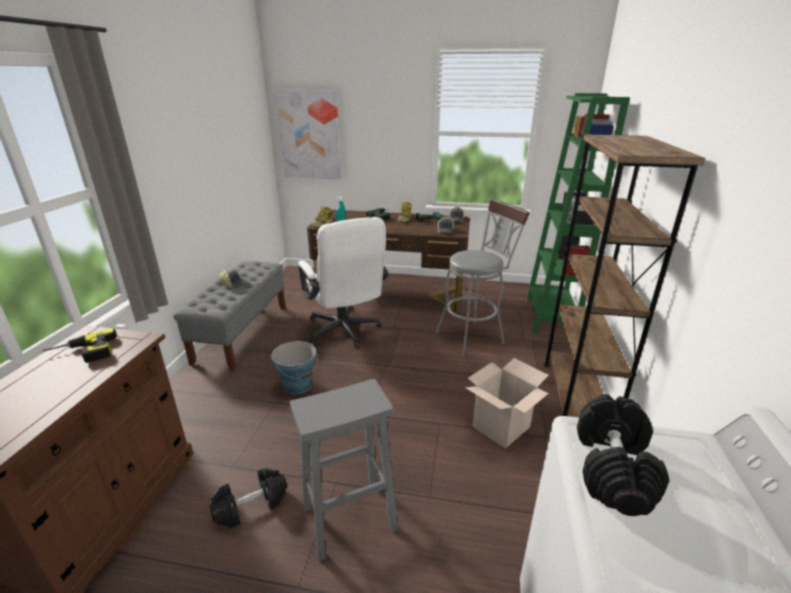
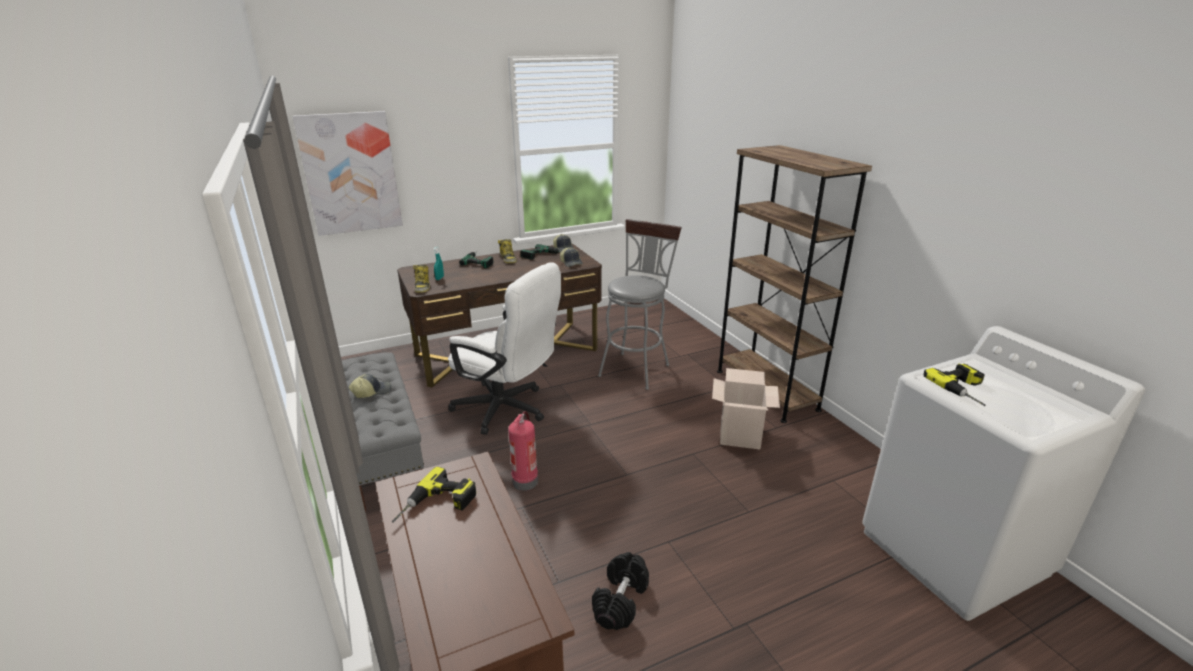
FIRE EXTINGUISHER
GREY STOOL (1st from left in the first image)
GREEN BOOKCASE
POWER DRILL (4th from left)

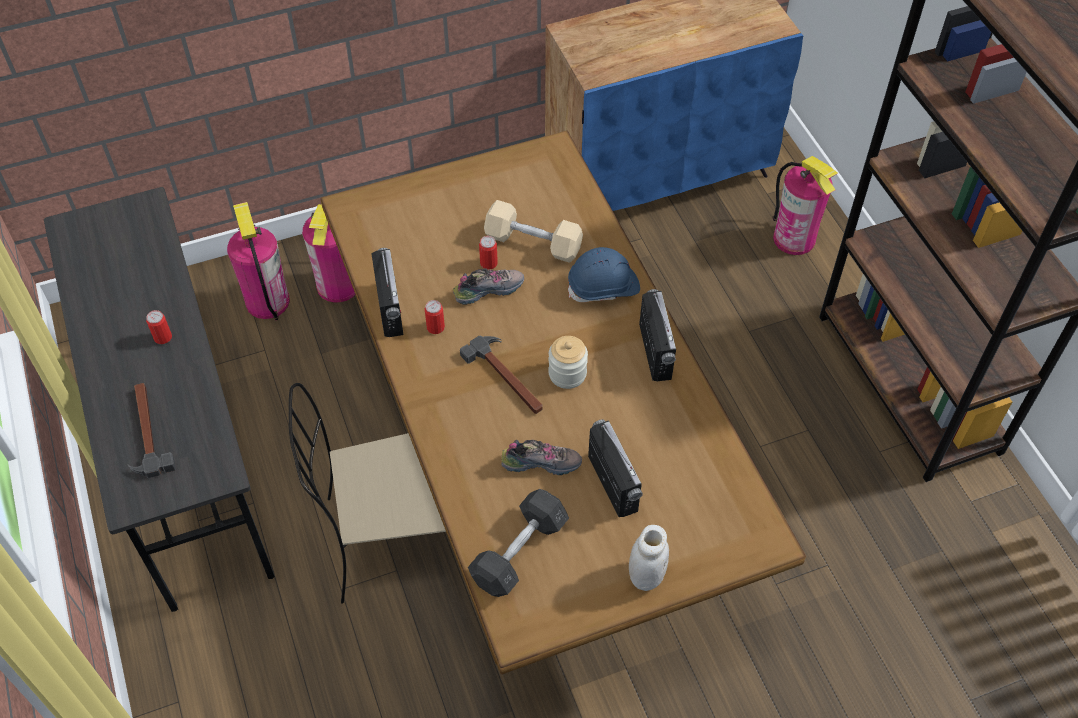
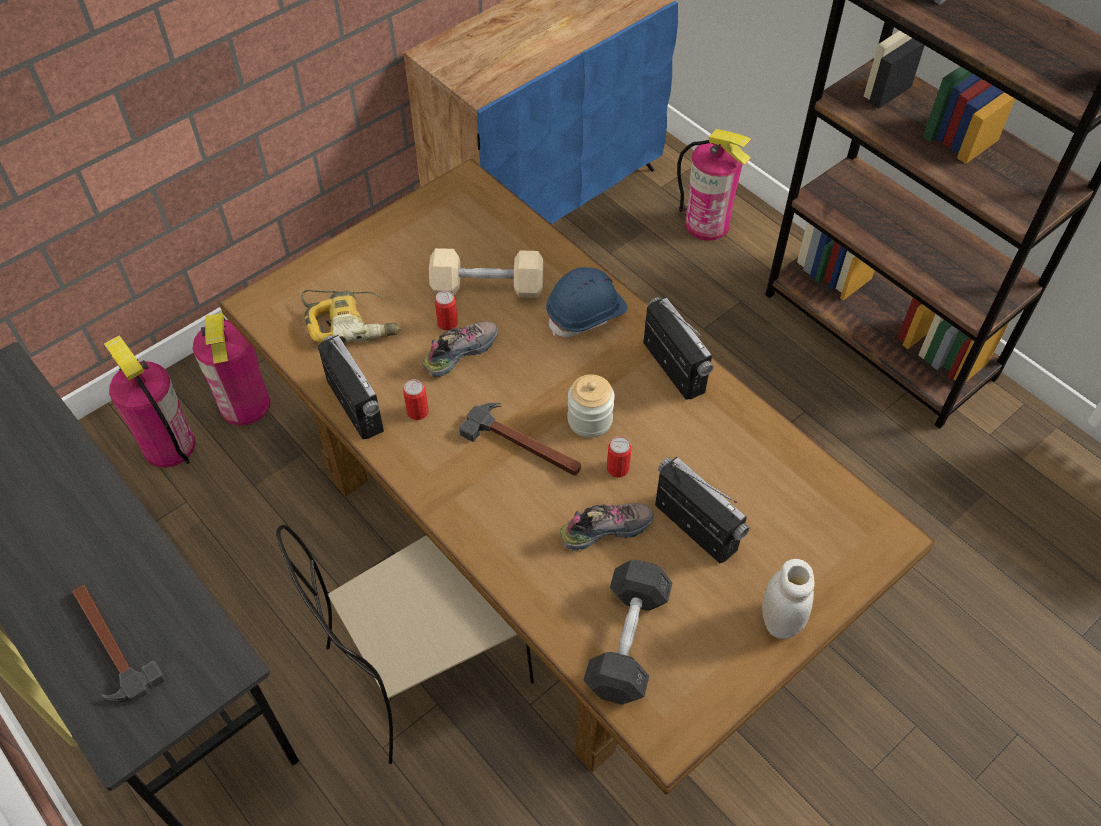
CAN (3rd from left)
POWER DRILL

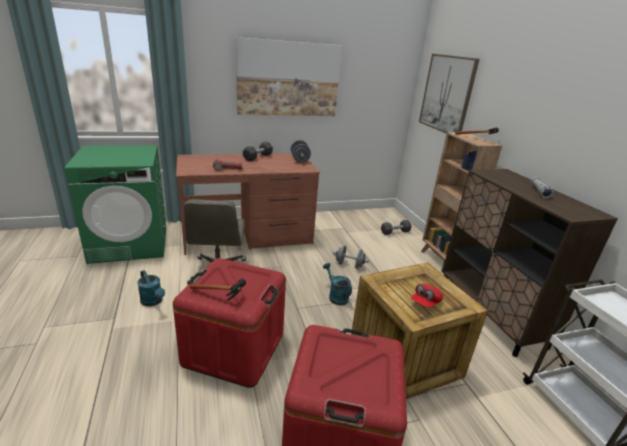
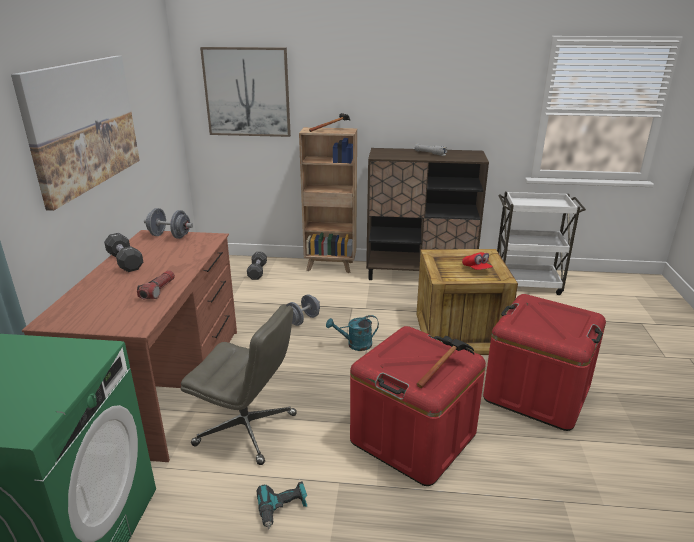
POWER DRILL

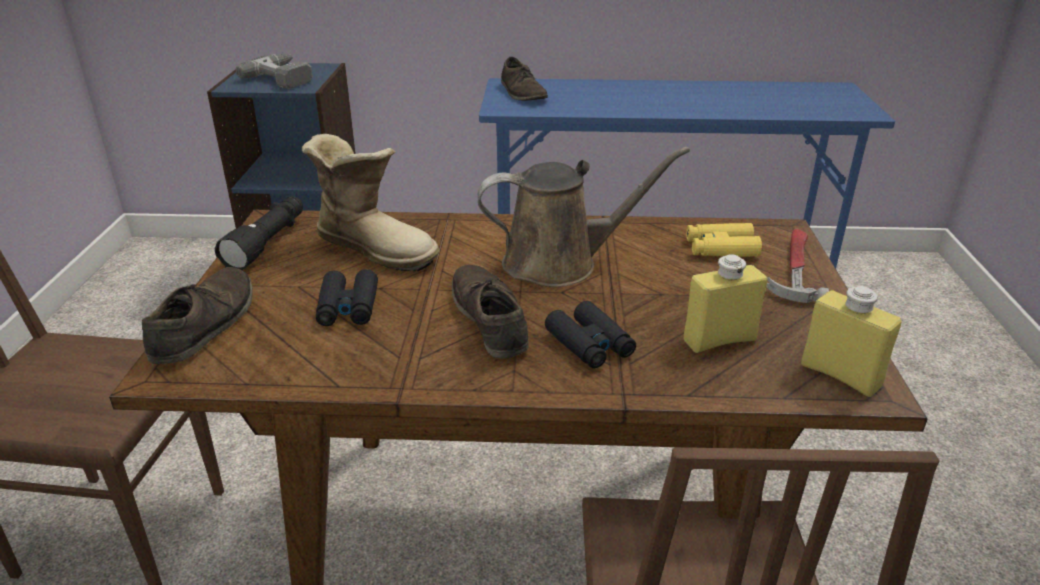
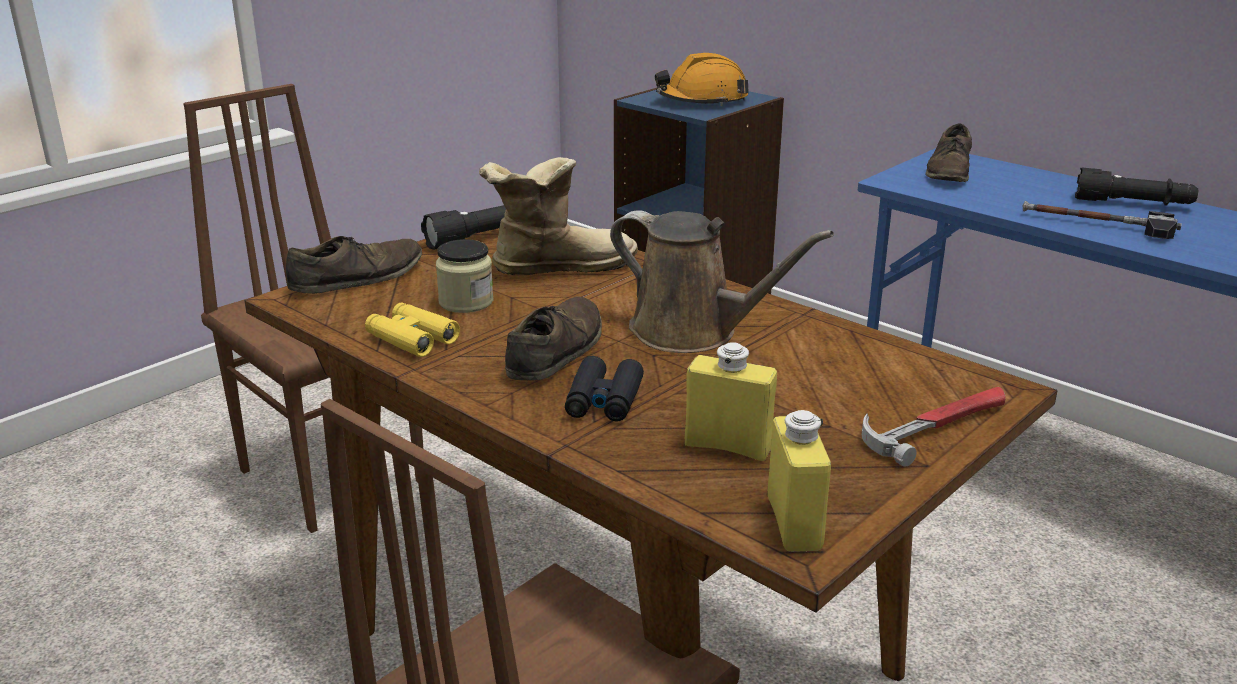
ORANGE HARD HAT
BOOT
JAR
YELLOW BINOCULARS
HAMMER (2nd from left)
BLACK FLASHLIGHT (2nd from left)

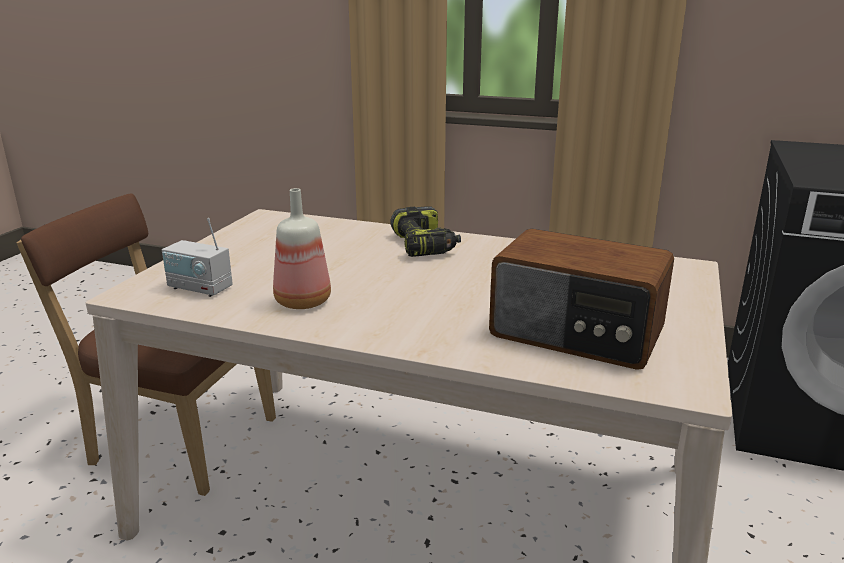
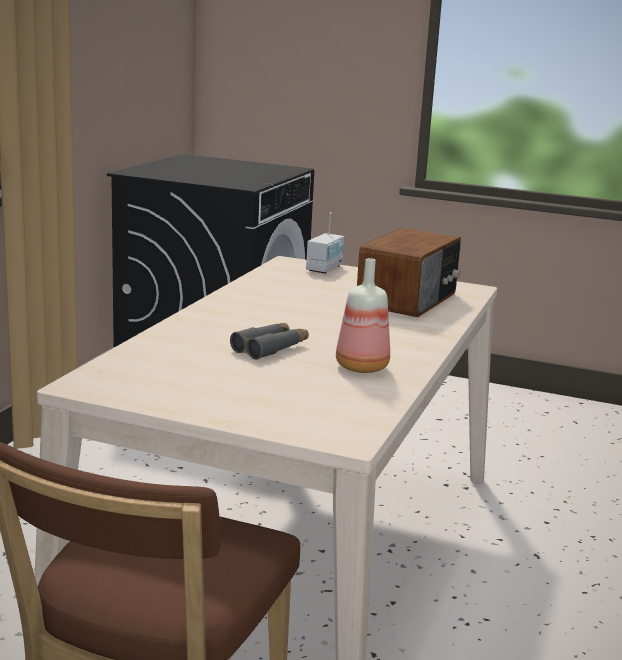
RADIO (1st from left)
POWER DRILL
GREY BINOCULARS

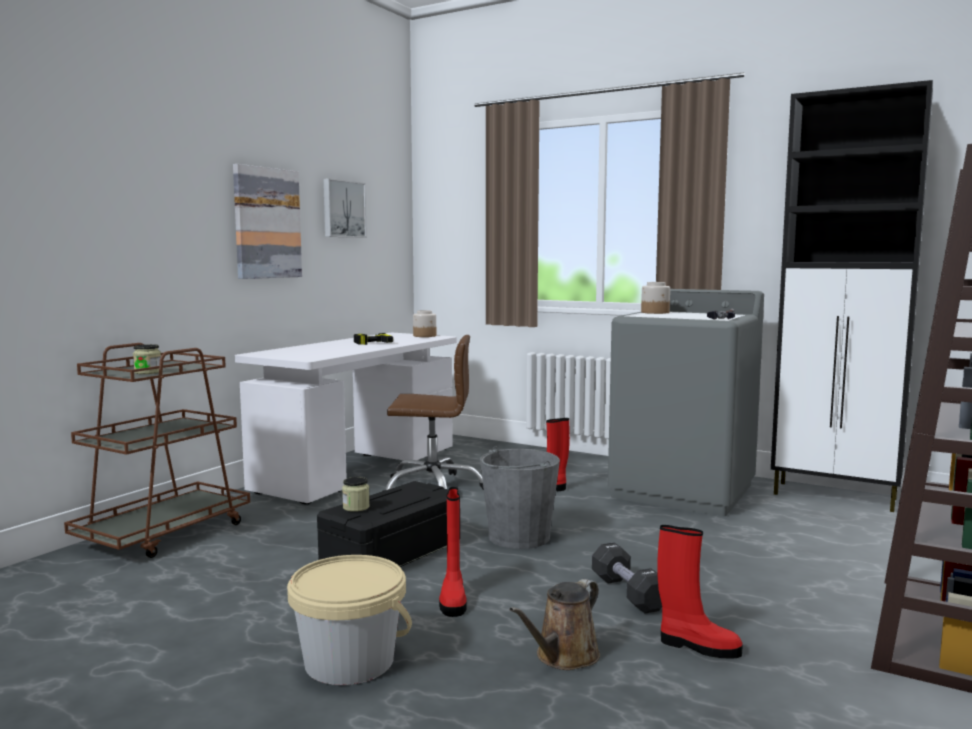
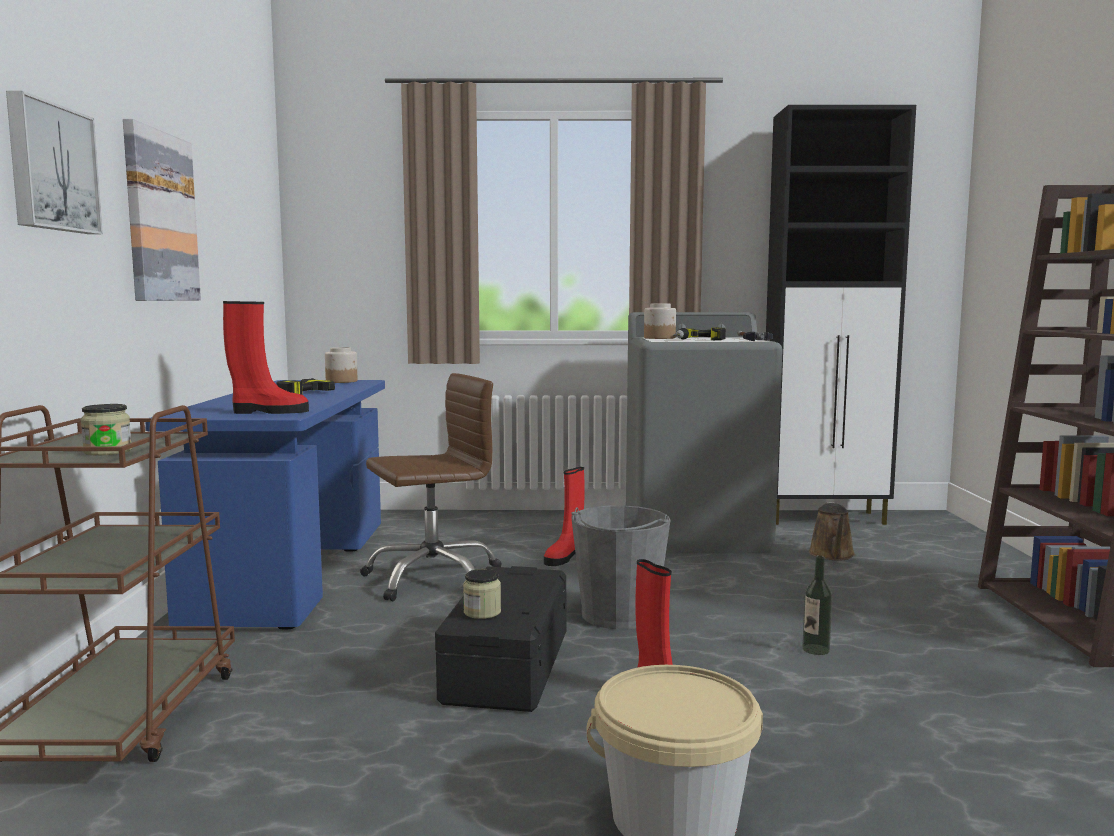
BLUE DESK
PICTURE (1st from left)
BROWN WATERING CAN
BOTTLE
RED BOOT (1st from left)
POWER DRILL (2nd from left)

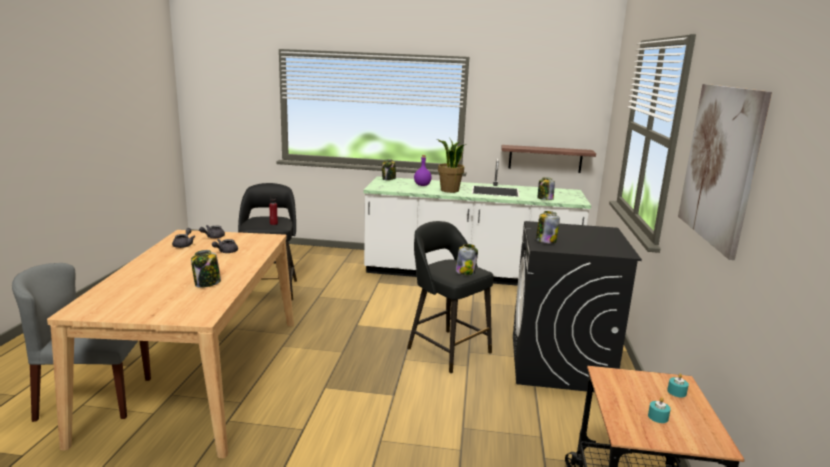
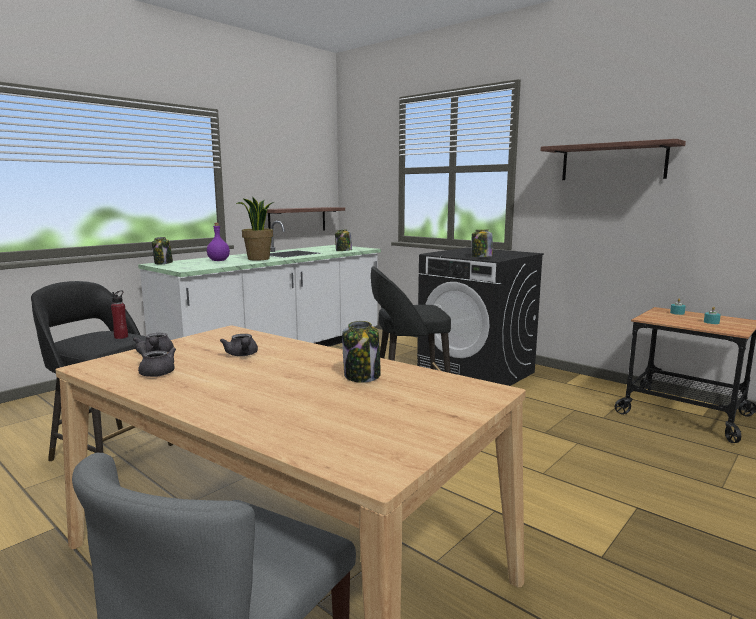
JAR (3rd from left in the first image)
SHELF (2nd from left)

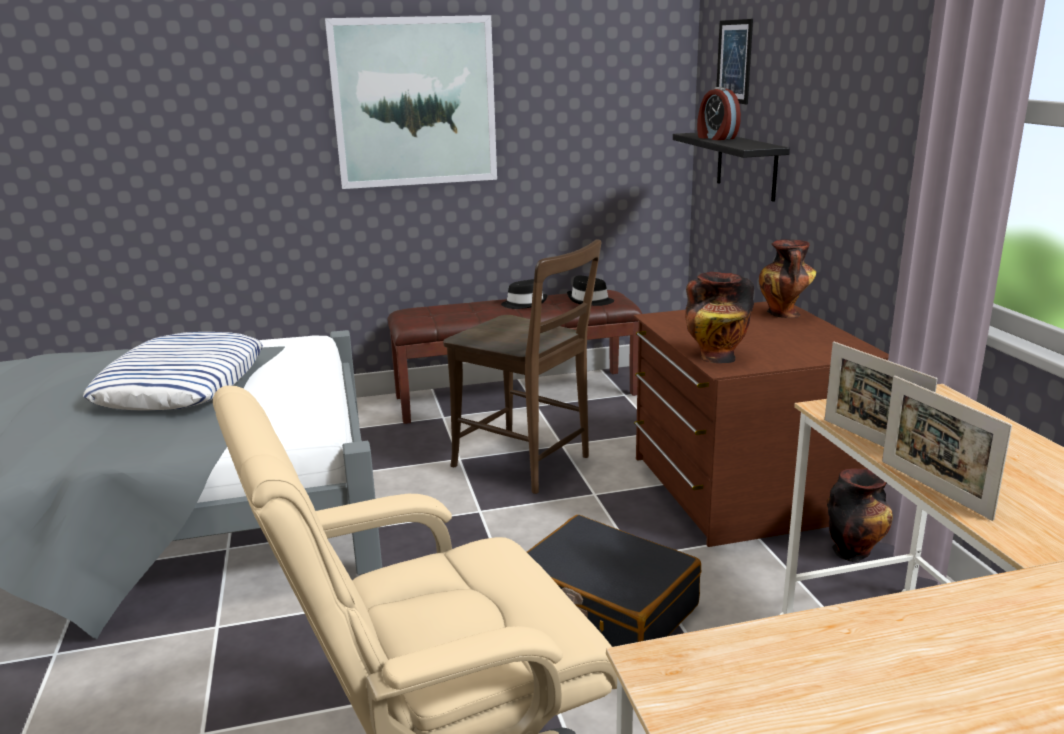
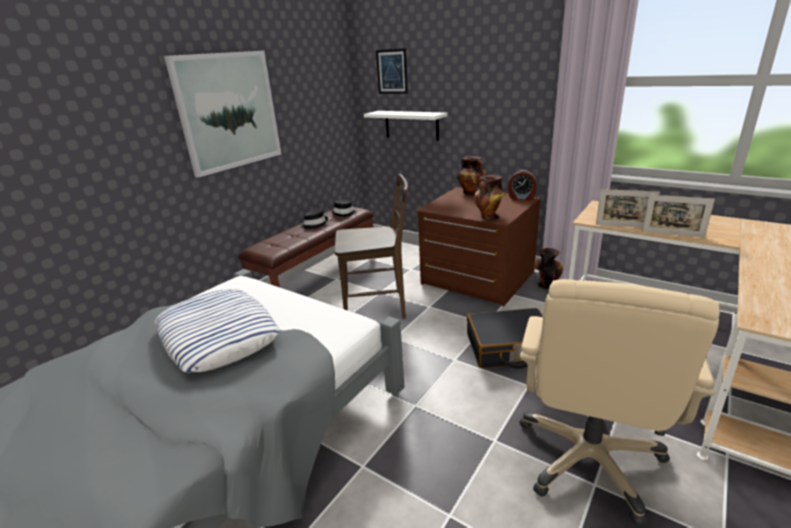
WHITE SHELF
ALARM CLOCK

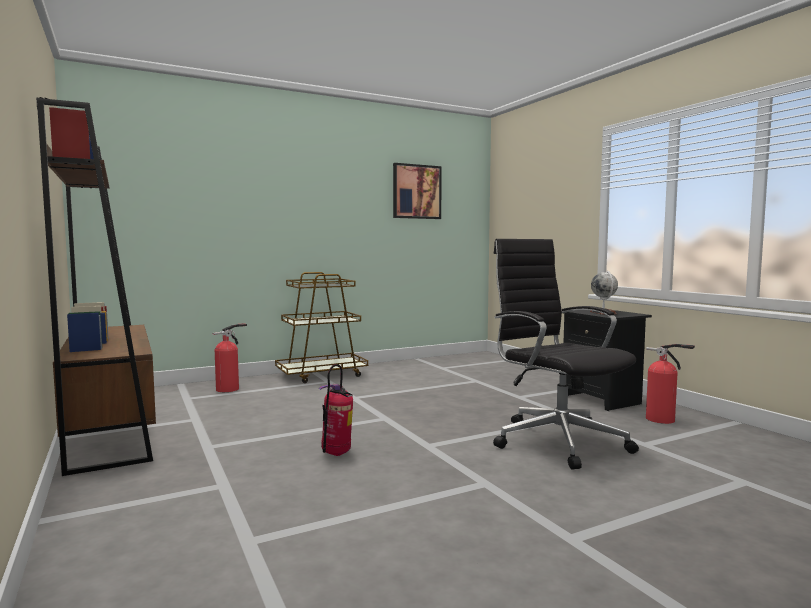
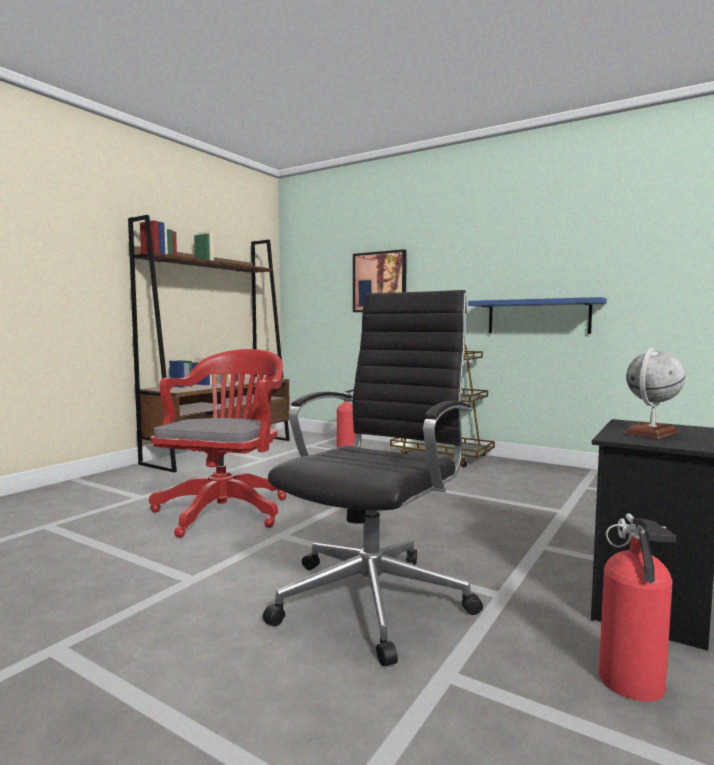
RED OFFICE CHAIR
PICTURE
BLUE SHELF

